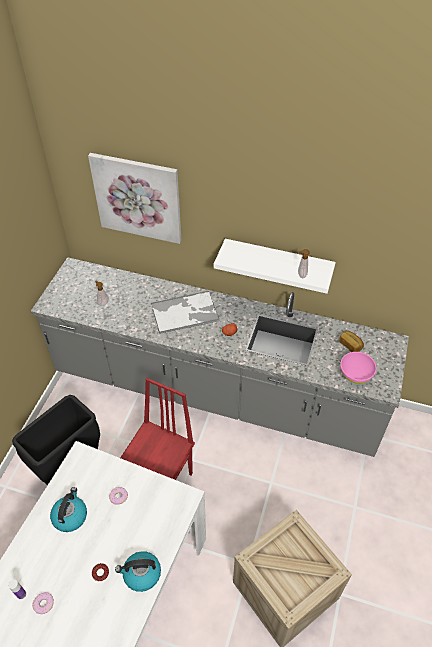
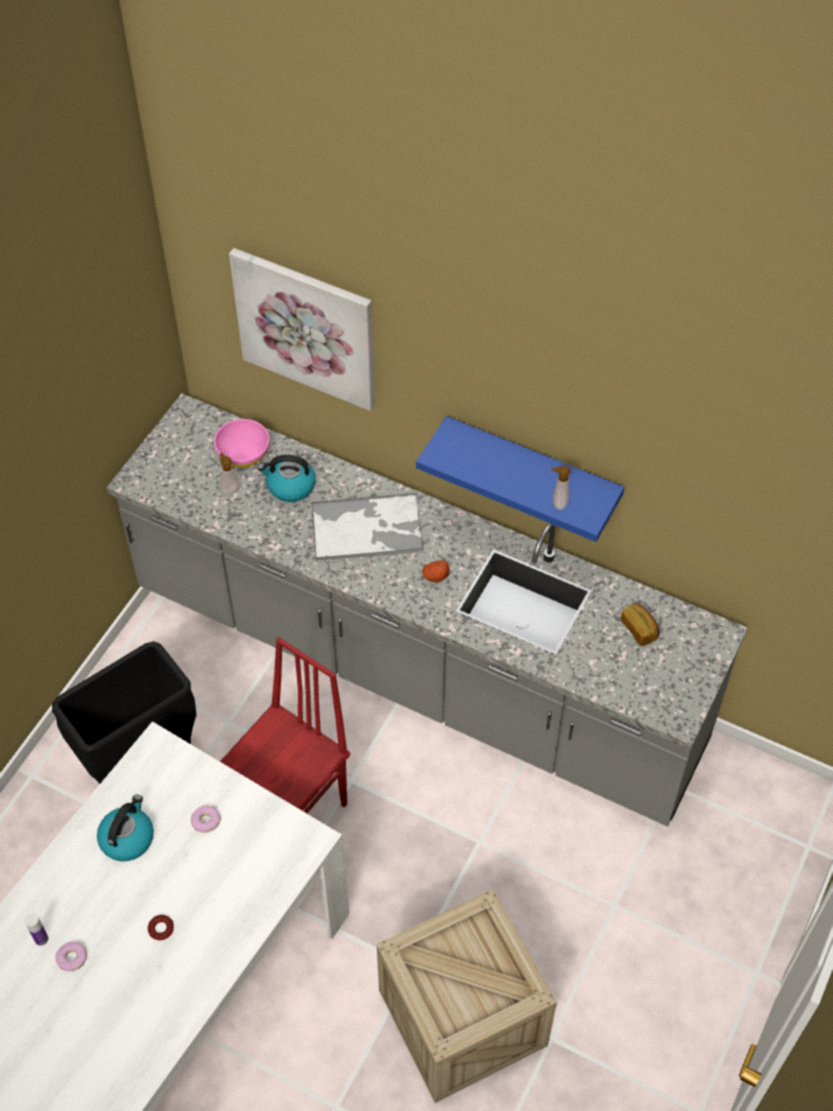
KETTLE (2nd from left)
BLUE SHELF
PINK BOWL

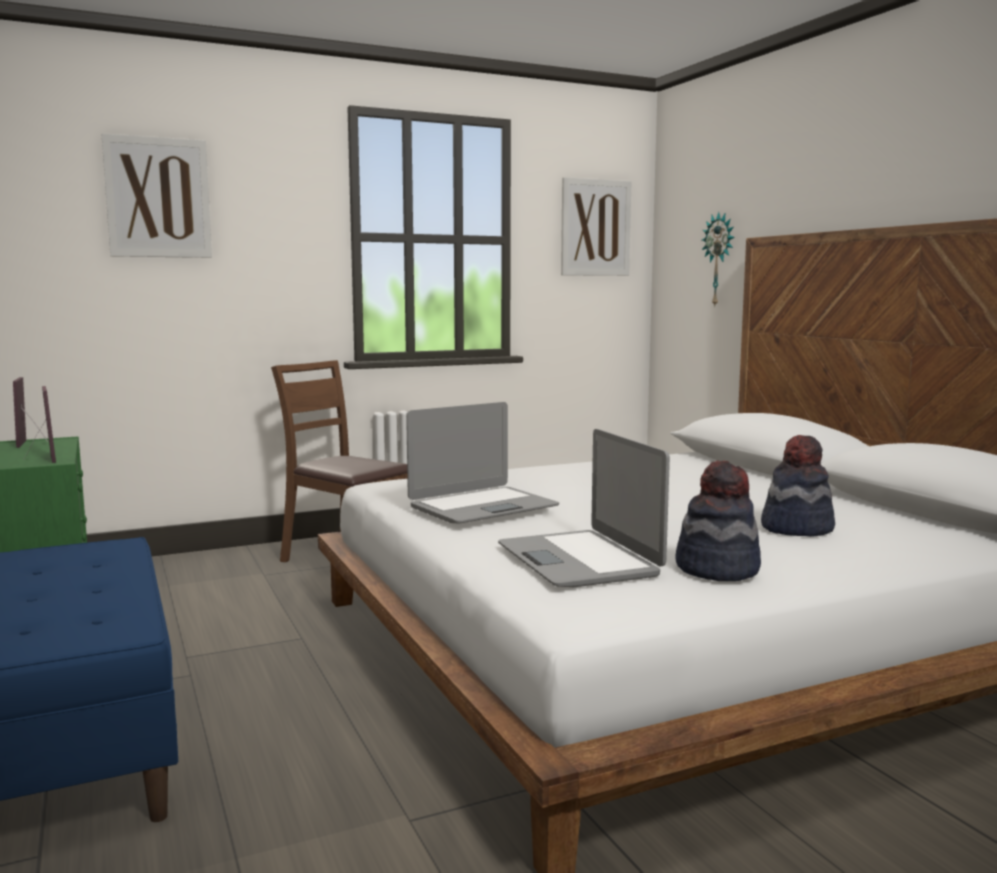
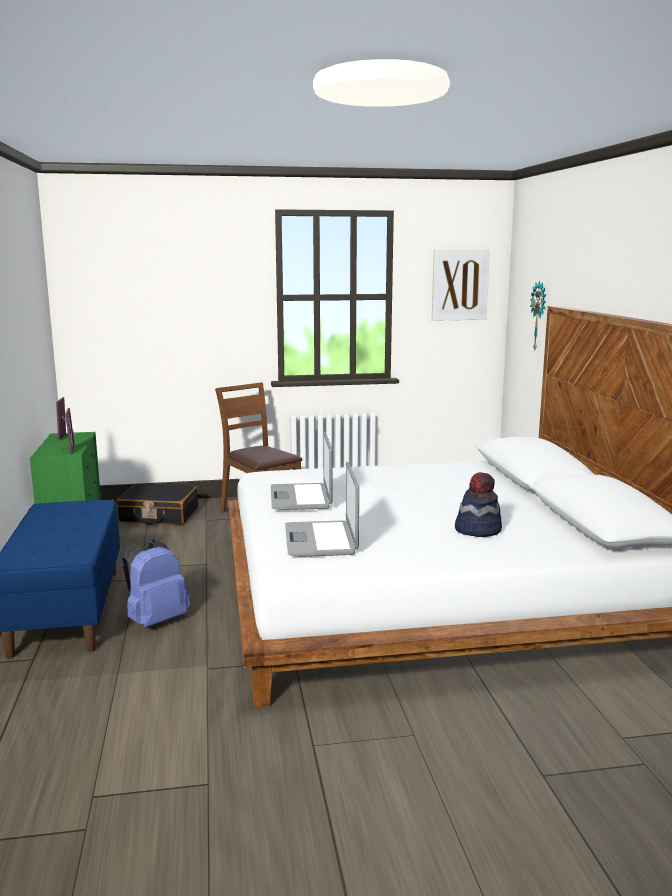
PICTURE (1st from left in the first image)
LAPTOP (1st from left)
HAT (1st from left in the first image)
BLACK SUITCASE
BLUE BACKPACK

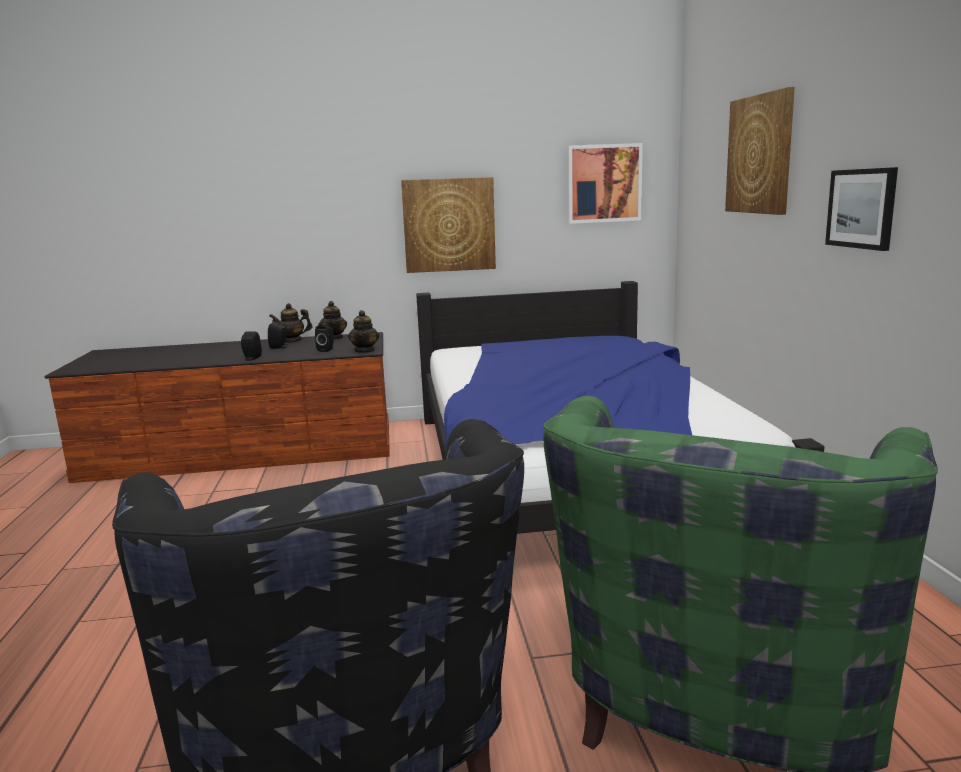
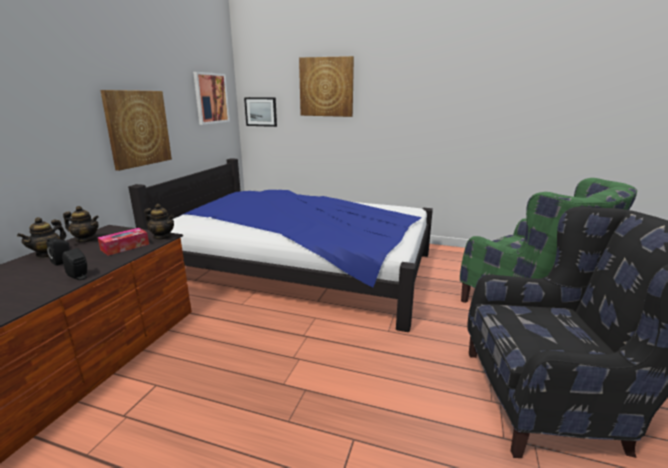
TISSUE BOX
PICTURE (3rd from left)

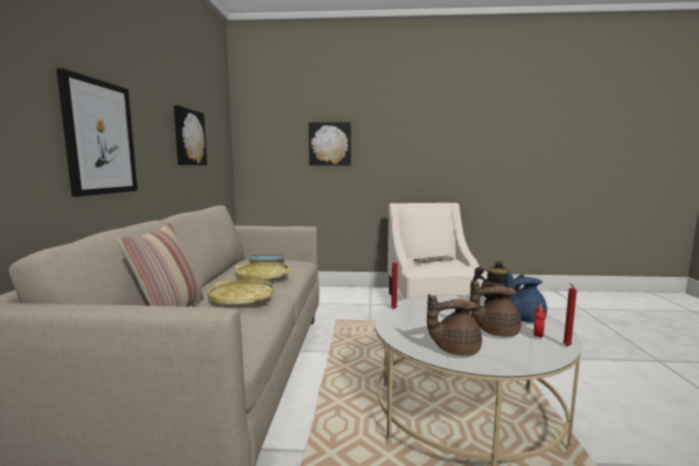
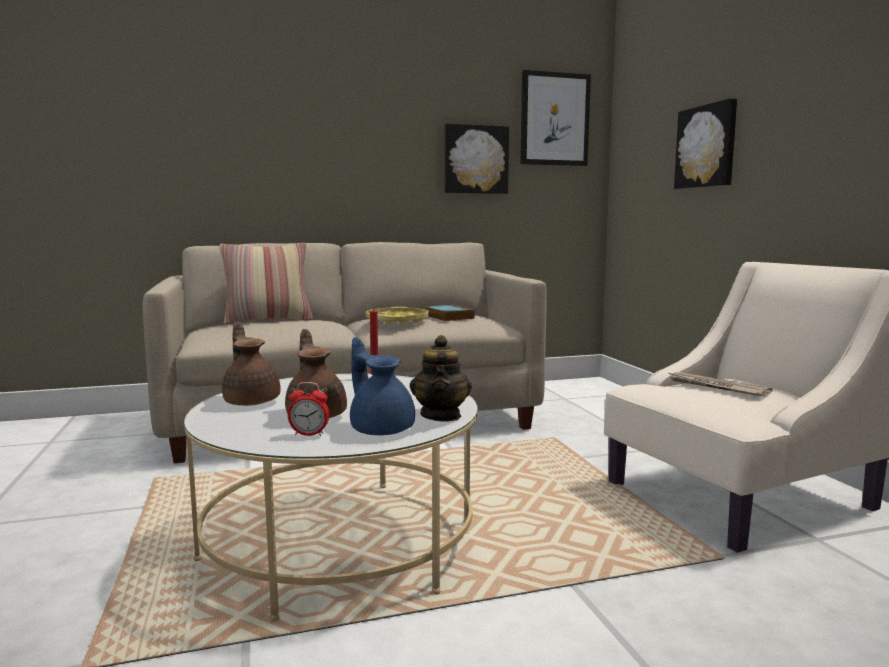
PICTURE (2nd from left)
YELLOW TRAY (1st from left in the first image)
RED CANDLE (2nd from left in the first image)

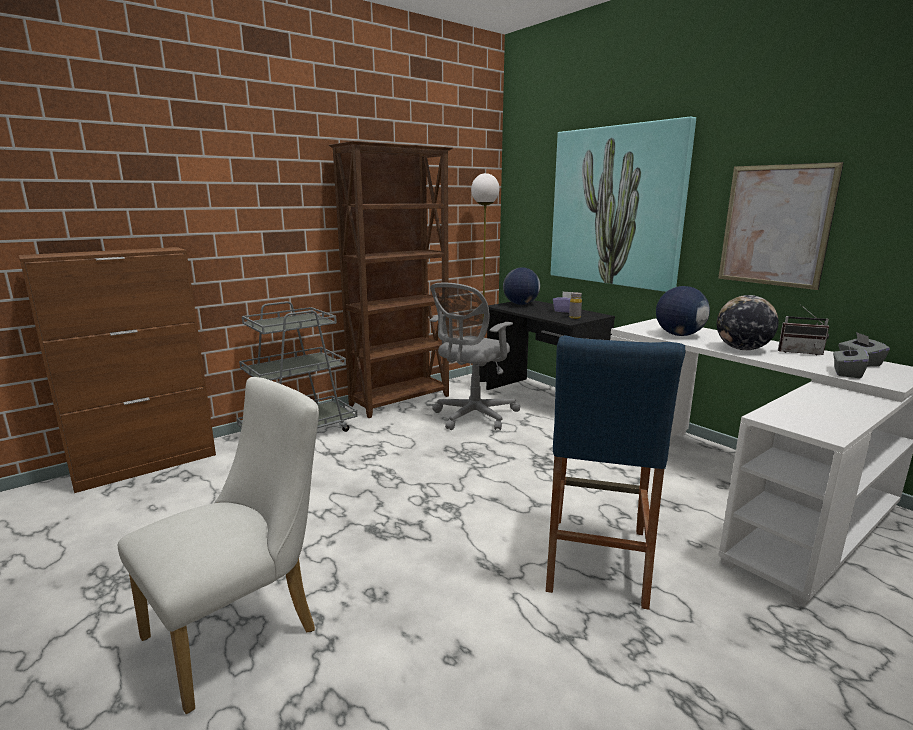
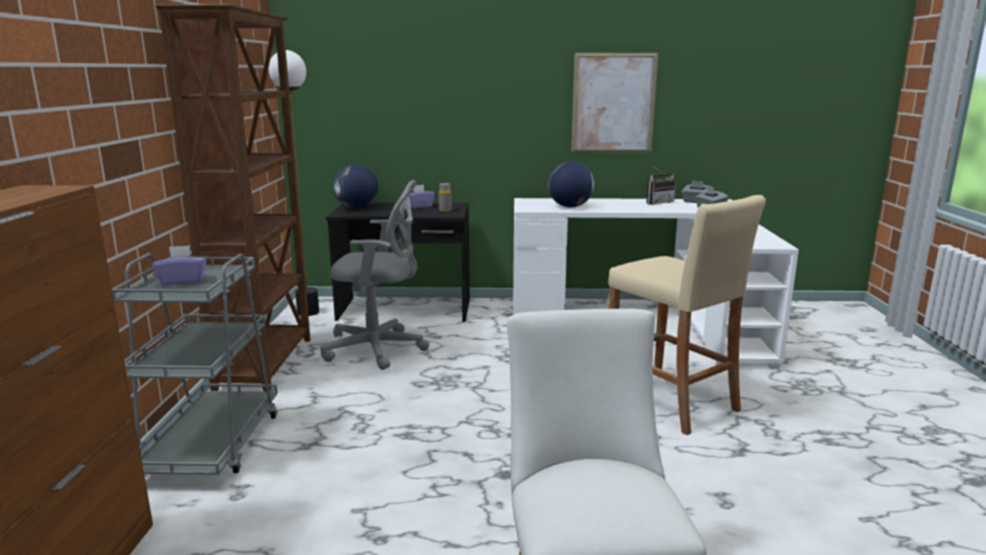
GREY OFFICE CHAIR
BEIGE STOOL
PICTURE (1st from left in the first image)
GLOBE (3rd from left in the first image)
PURPLE TISSUE BOX (1st from left)

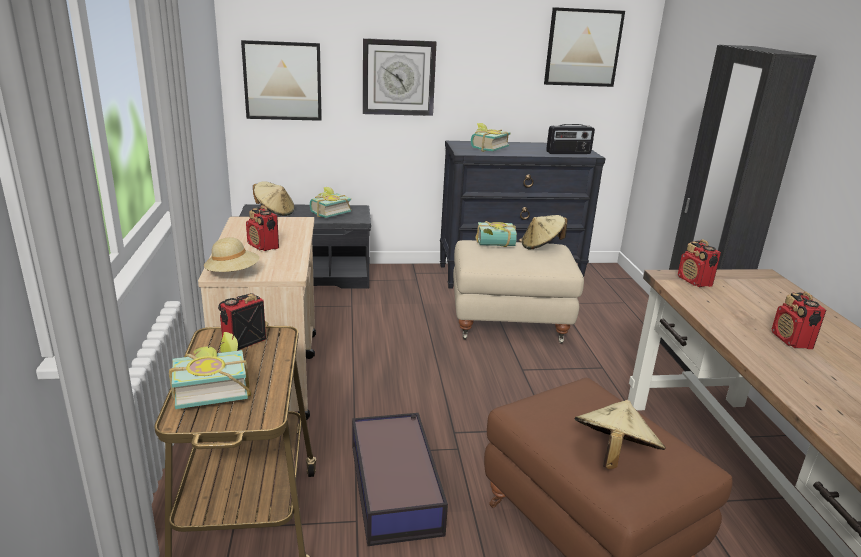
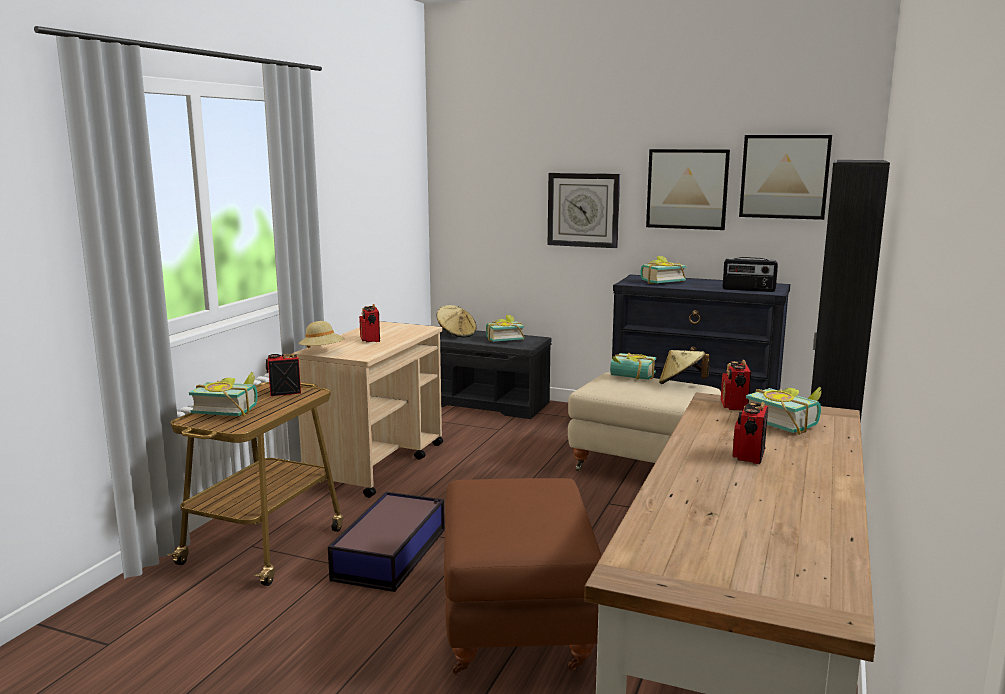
PICTURE (1st from left)
BEIGE HAT (4th from left in the first image)
BOOK (5th from left)

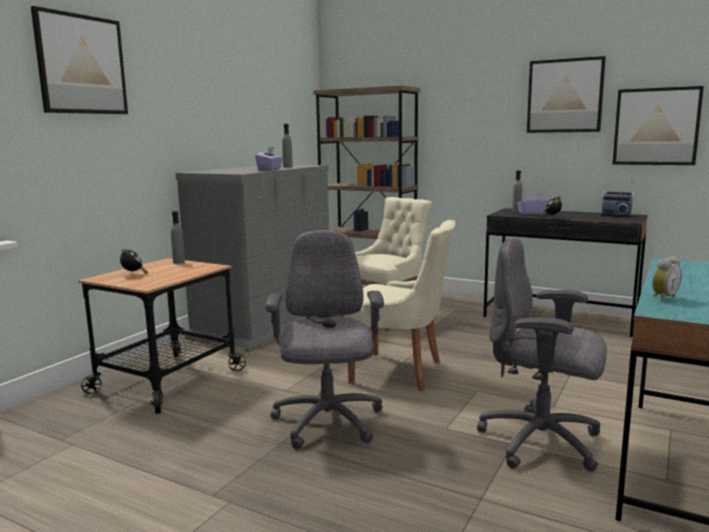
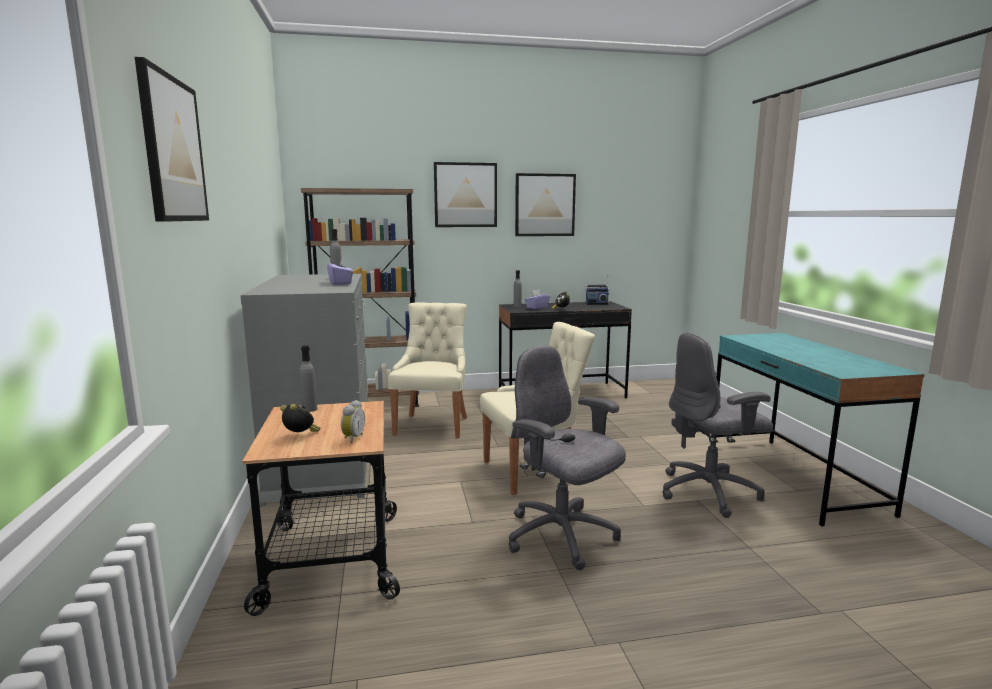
PICTURE (2nd from left)
ALARM CLOCK (2nd from left)

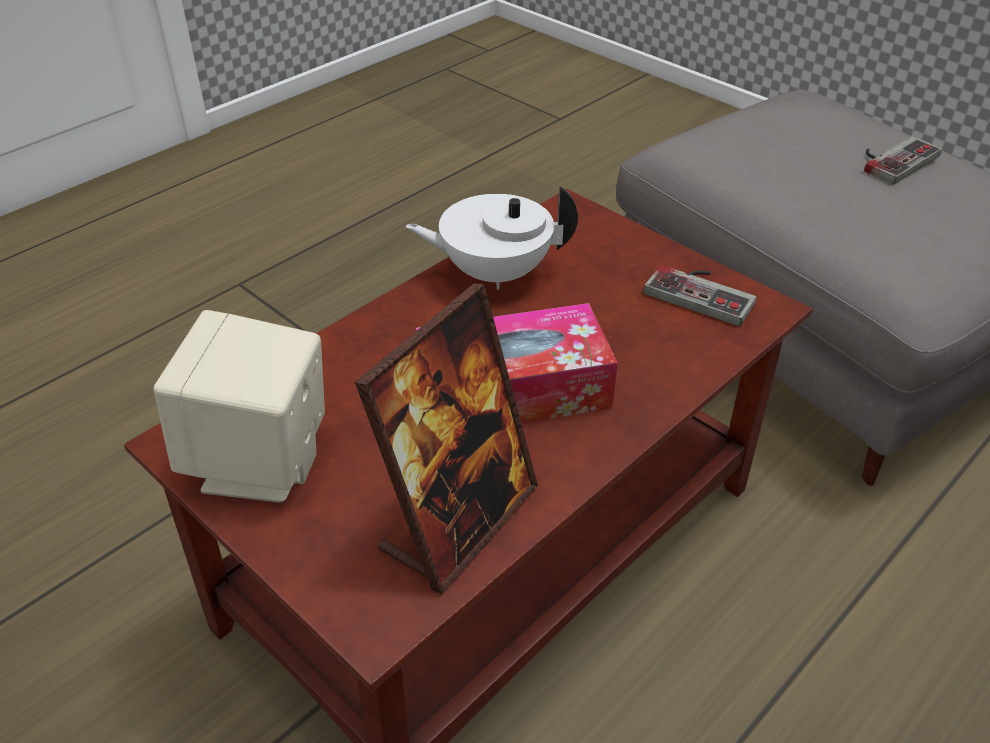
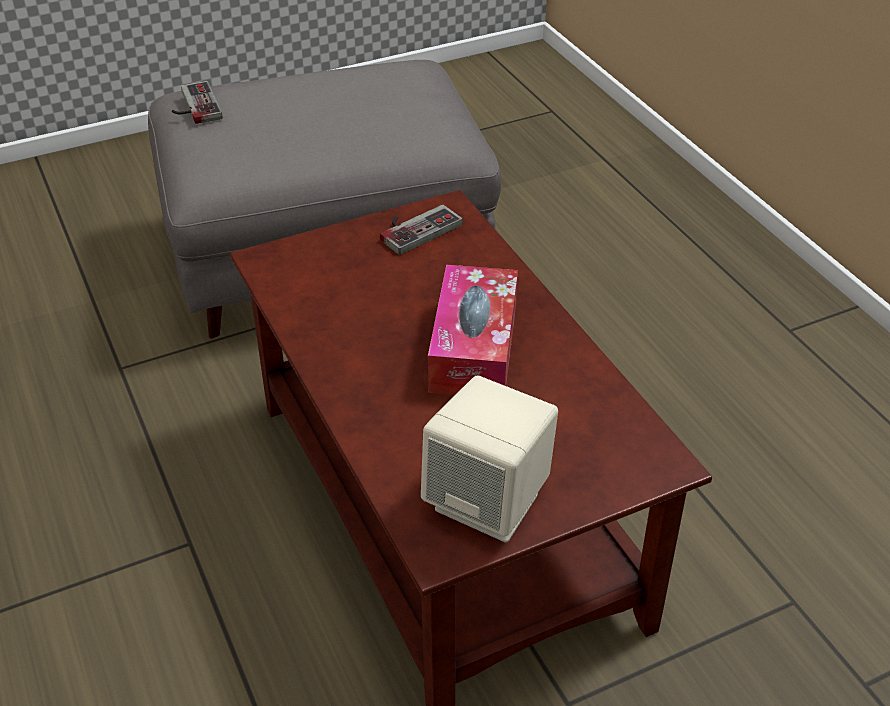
PICTURE FRAME
WHITE TEAPOT
GAME CONTROLLER (1st from left)

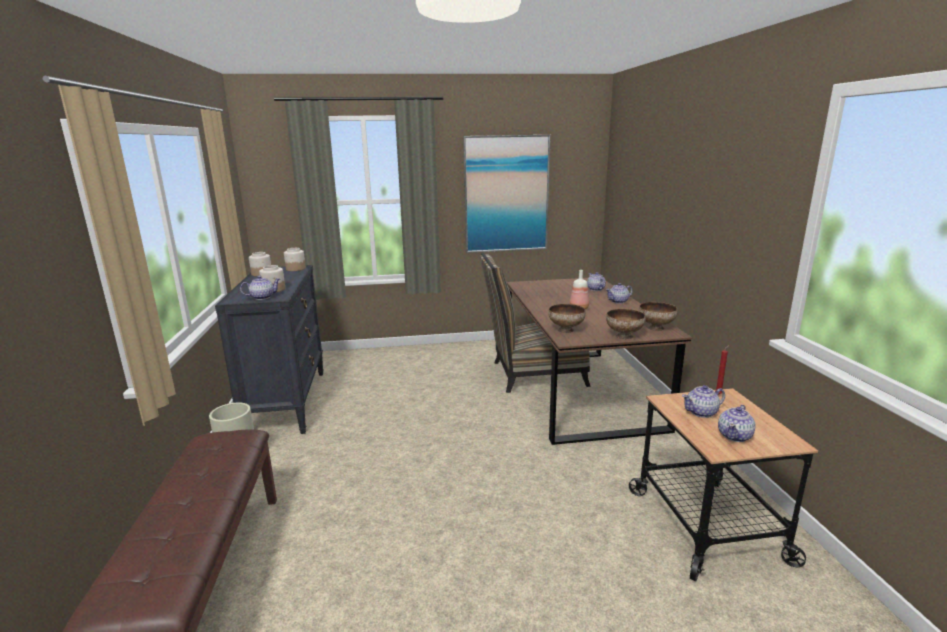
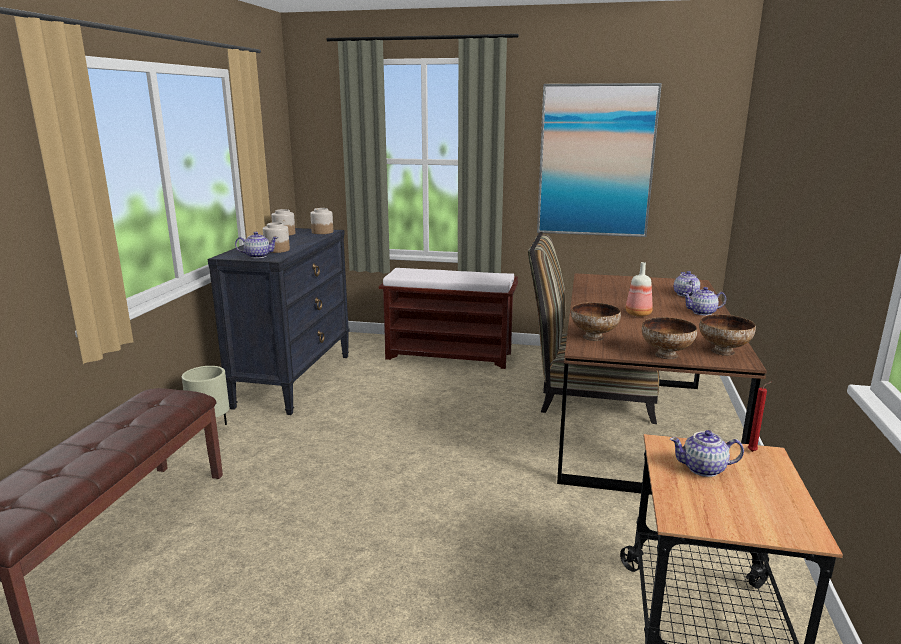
TEAPOT (5th from left in the first image)
BROWN BENCH (2nd from left)

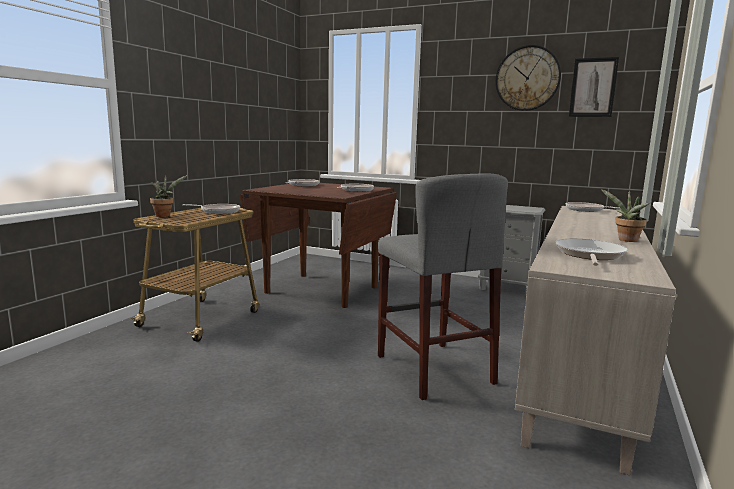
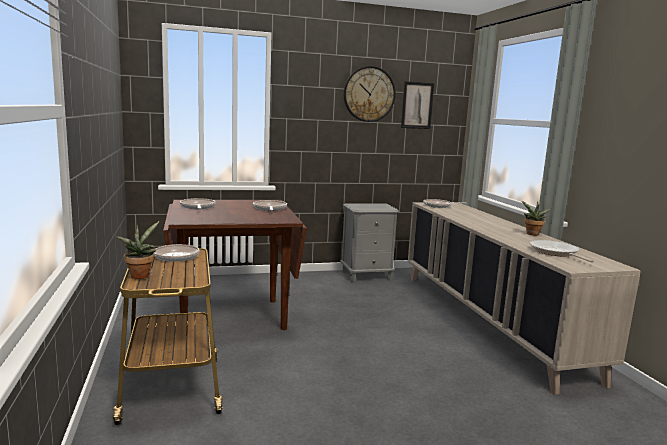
GREY STOOL

